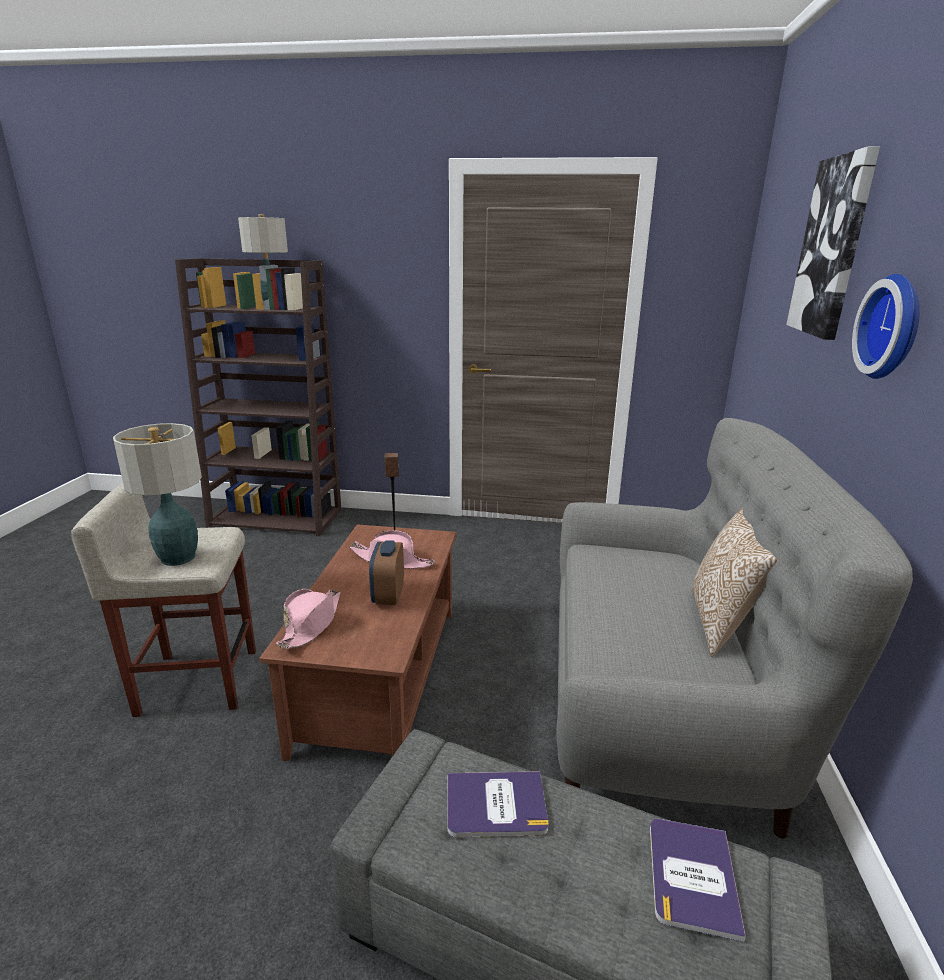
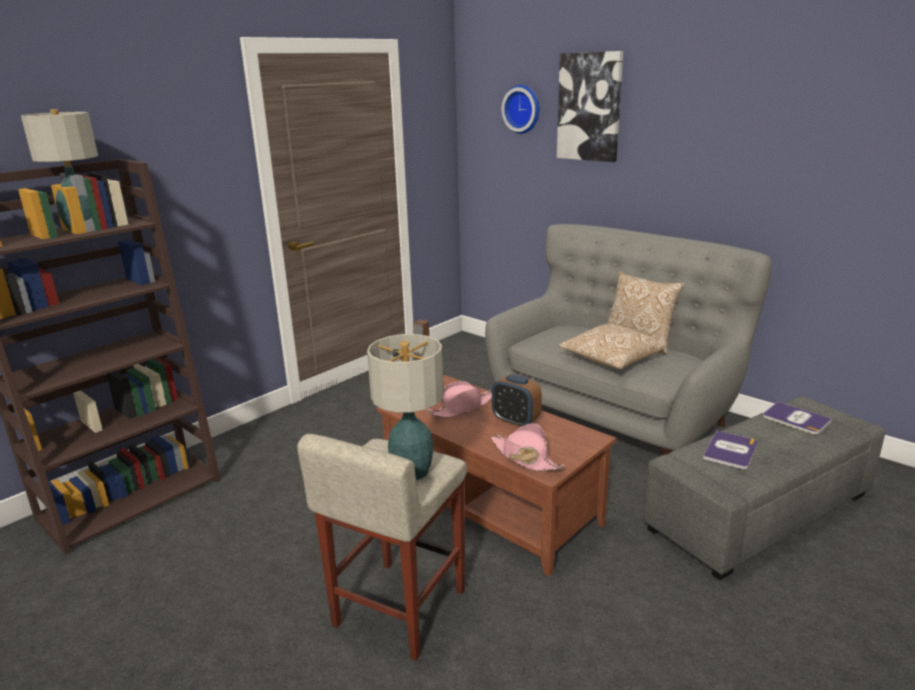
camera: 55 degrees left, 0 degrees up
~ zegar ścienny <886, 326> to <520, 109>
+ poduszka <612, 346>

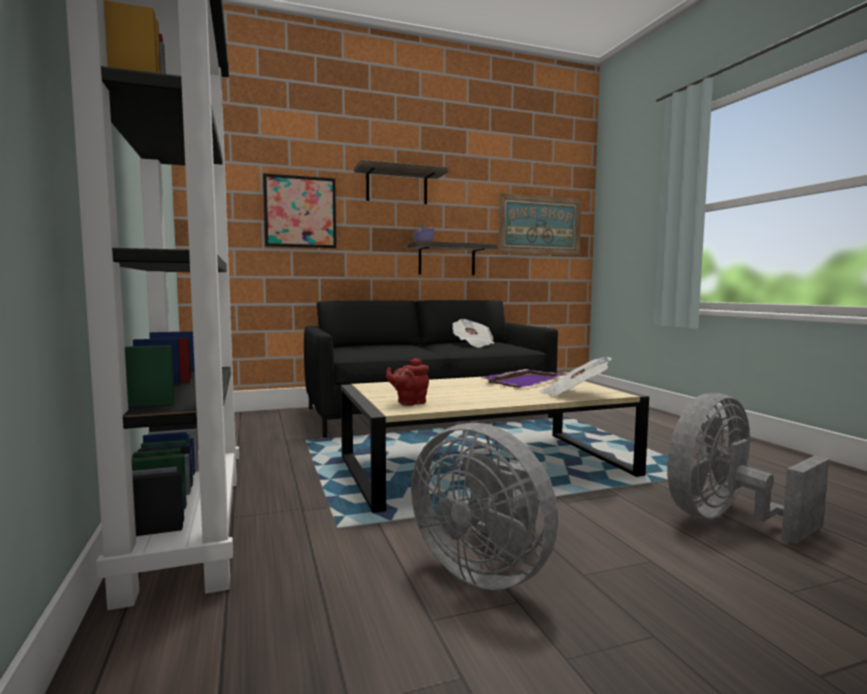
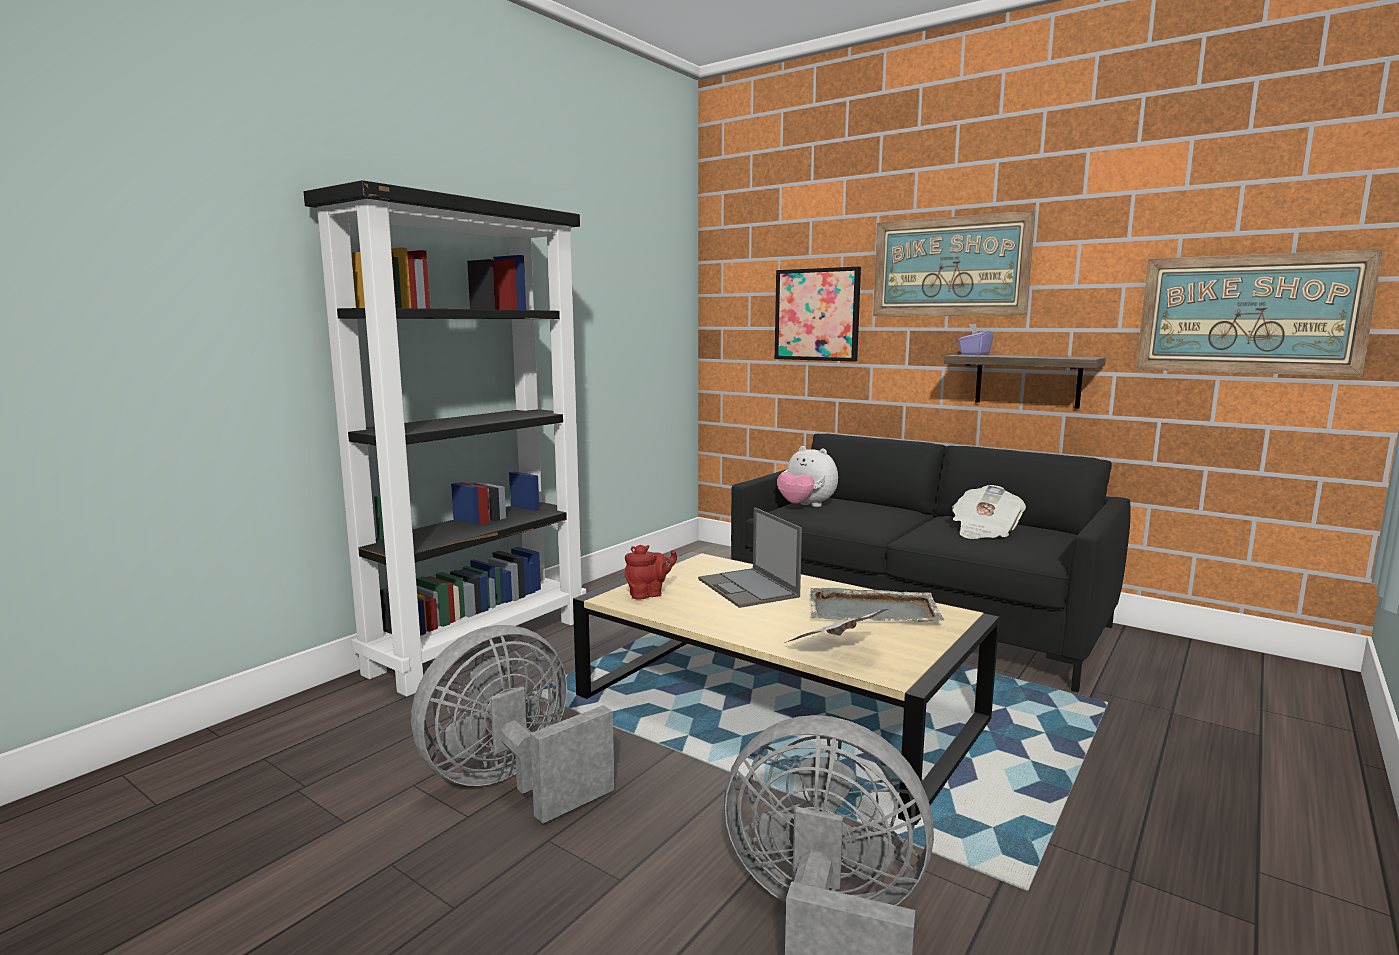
camera: 55 degrees right, 5 degrees up
~ półka <401, 182> to obraz <954, 263>
~ imbryk (czerwony) <407, 382> = <650, 572> 135 degrees clockwise
~ wentylator (szary) <484, 506> = <513, 724> 45 degrees clockwise
~ taca (fioletowy) <523, 378> to taca (szary) <877, 605>
+ laptop <750, 557>
+ pluszak <807, 476>

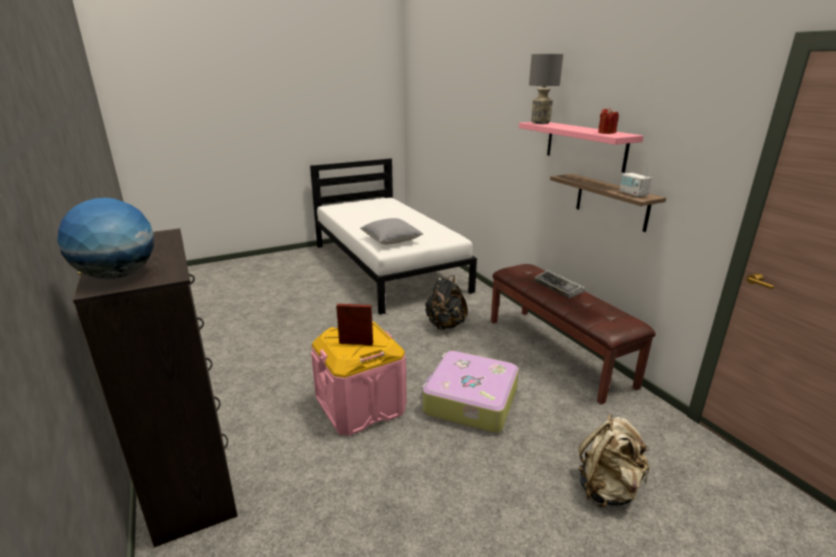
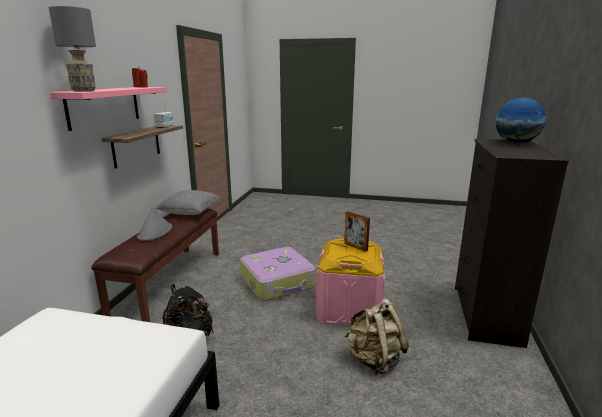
camera: 140 degrees left, 5 degrees down
~ poduszka (szary) <391, 231> to <188, 202>
~ klawiatura <559, 284> to kapelusz (szary) <154, 224>
~ plecak (beżowy) <613, 460> to <377, 337>

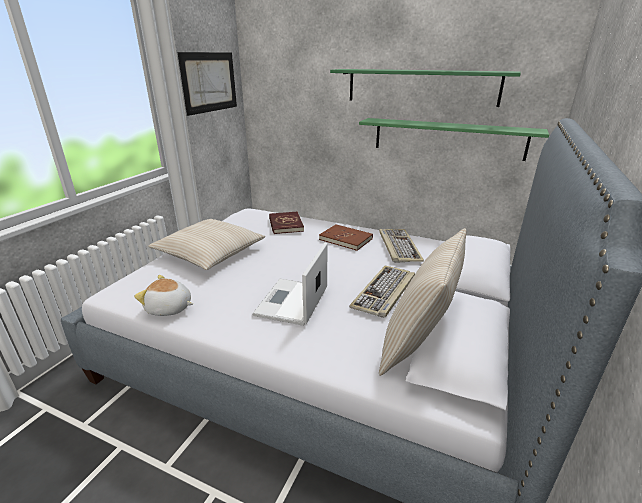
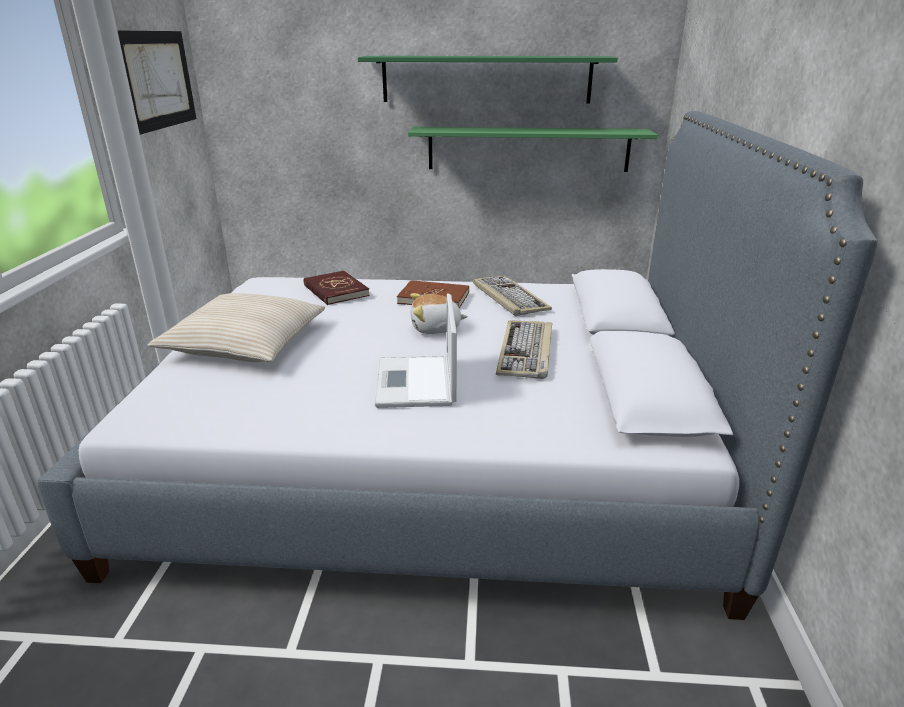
camera: 20 degrees left, 0 degrees up
~ pluszak <163, 295> to <439, 313>
- poduszka (beżowy) <423, 302>

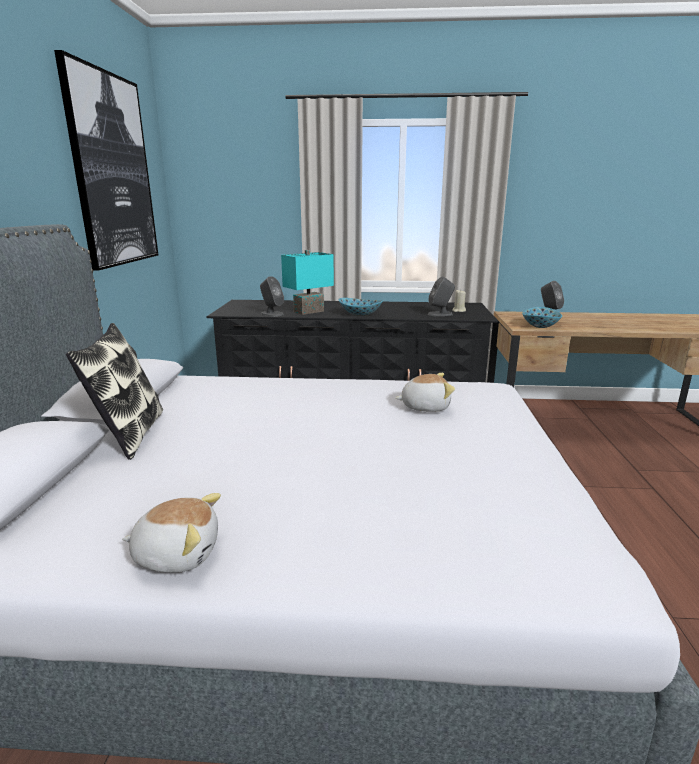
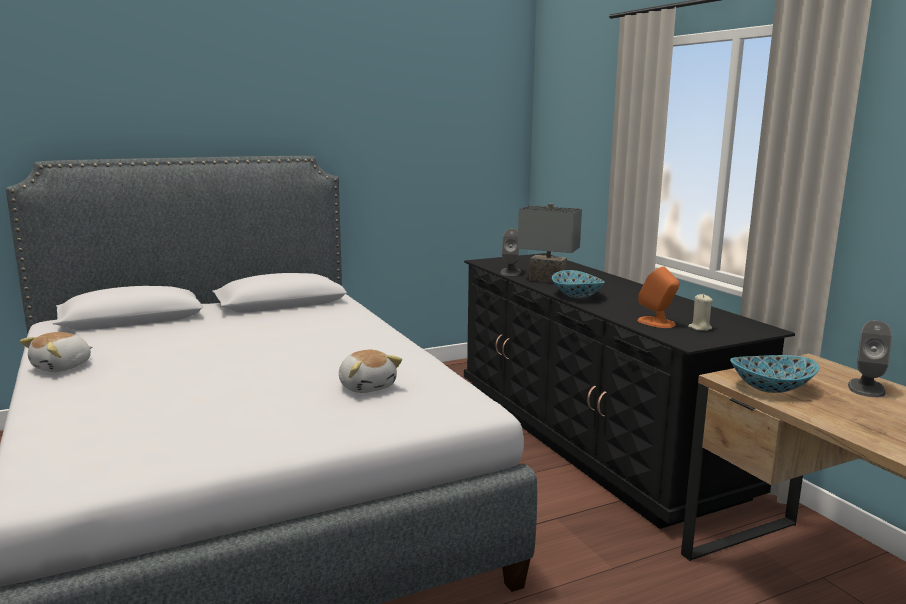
camera: 60 degrees right, 5 degrees down
- obraz <106, 160>
- poduszka <114, 391>
~ pluszak <171, 533> = <56, 352> 60 degrees clockwise
~ lampa stołowa (turkusowy) <307, 282> to lampa stołowa (szary) <549, 243>
~ głośnik (szary) <441, 296> to głośnik (pomarańczowy) <658, 297>

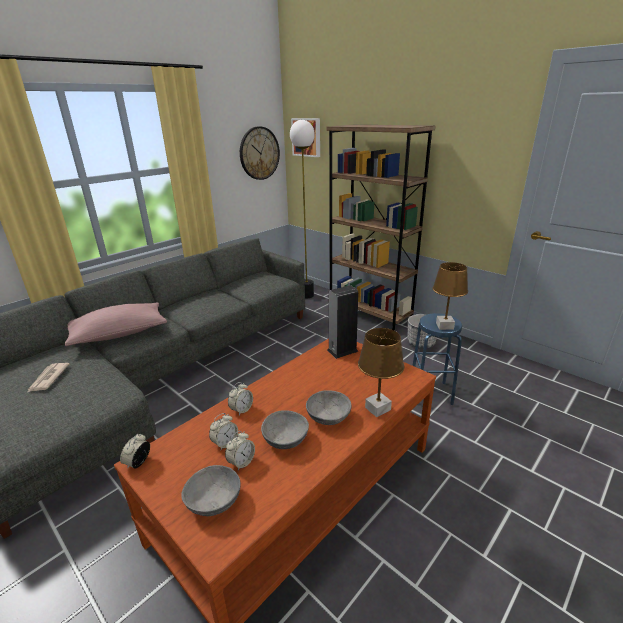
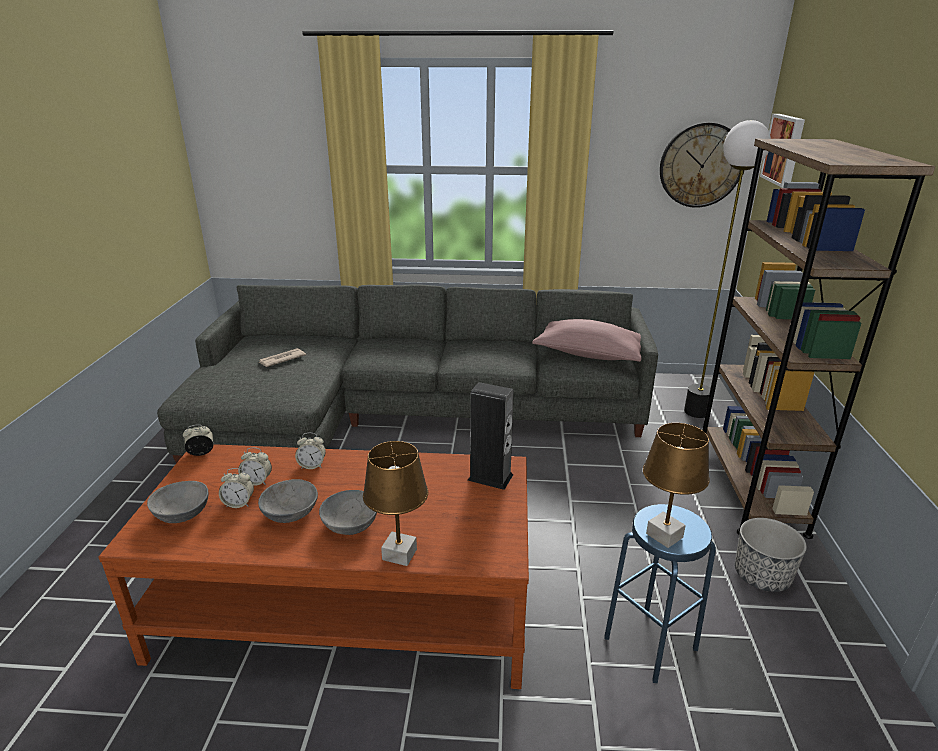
camera: 50 degrees right, 0 degrees up
~ poduszka (różowy) <116, 324> to <586, 340>

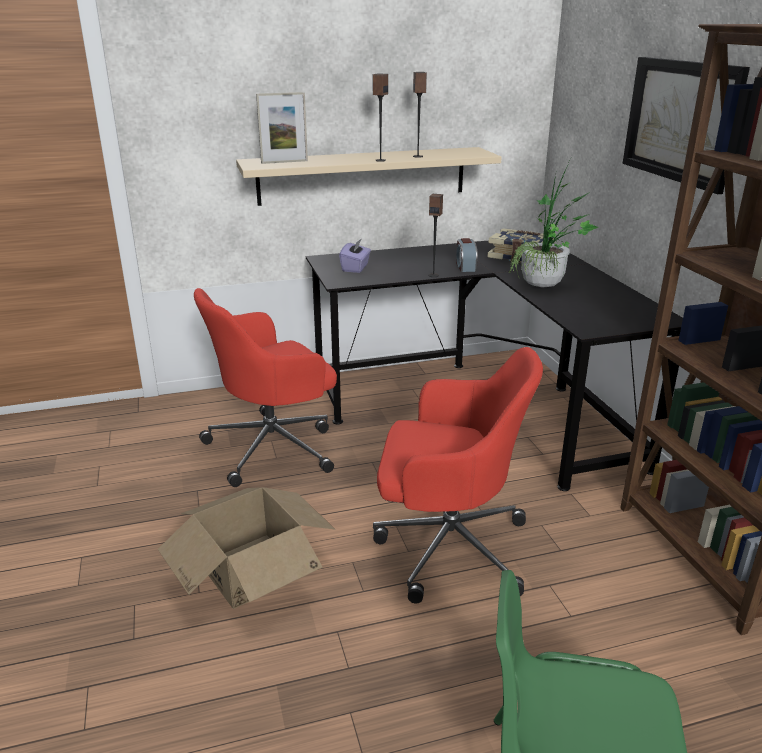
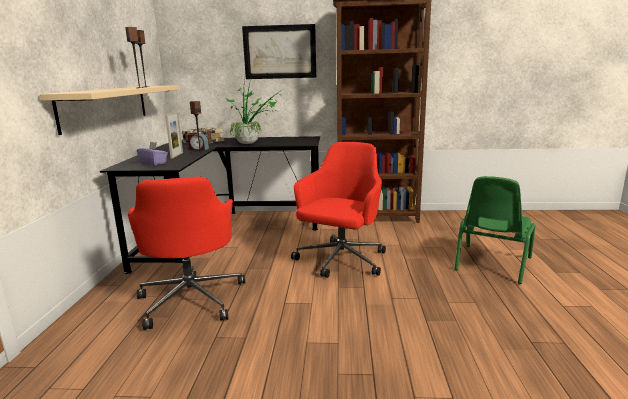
camera: 70 degrees left, 10 degrees down
- karton <246, 548>
~ ramka na zdjęcie <282, 128> to <174, 135>

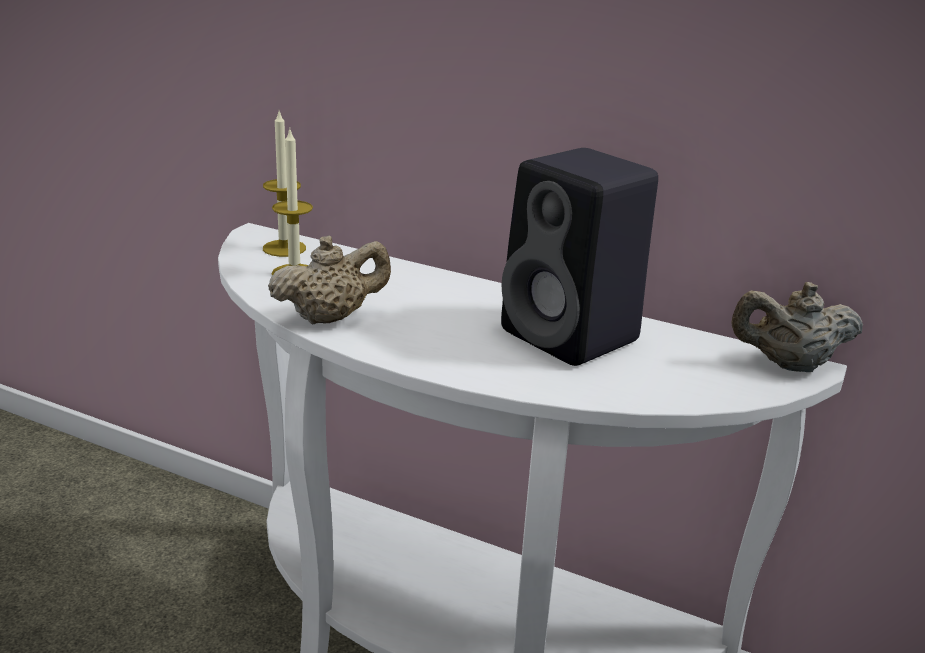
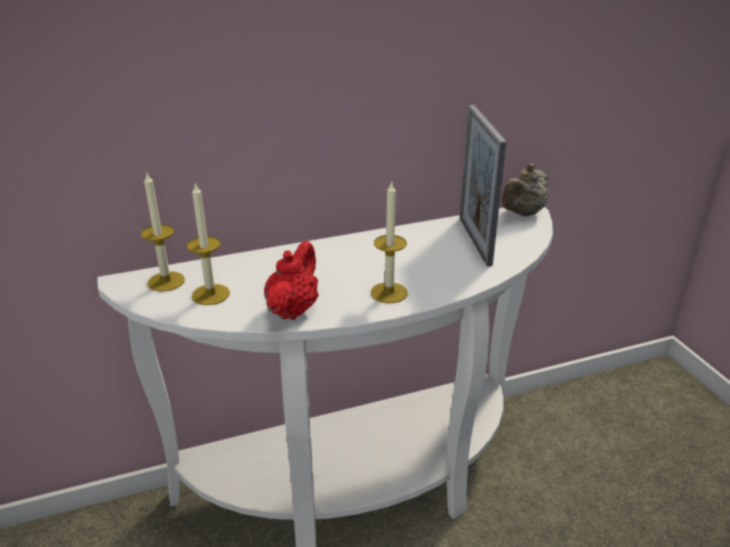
camera: 45 degrees left, 5 degrees up
~ imbryk (beżowy) <329, 279> to imbryk (czerwony) <291, 280>
- głośnik (czarny) <579, 257>
+ świeca <389, 242>
+ ramka na zdjęcie <483, 185>

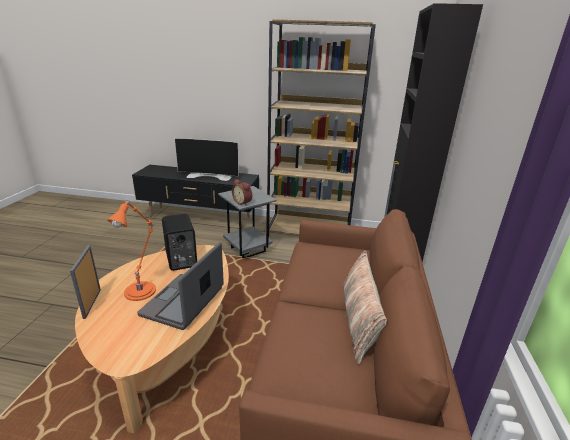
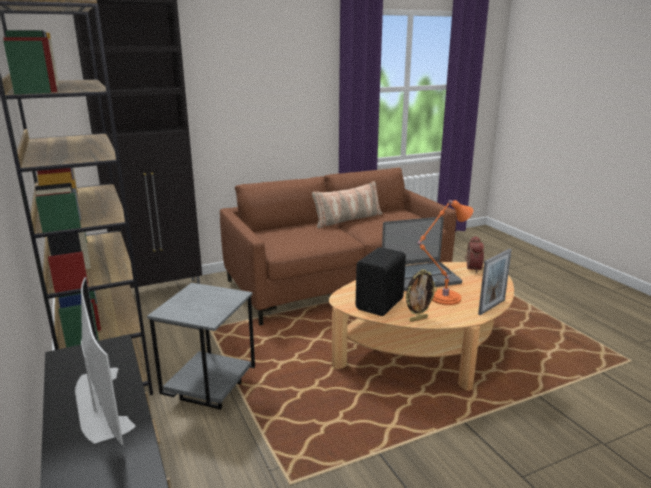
camera: 125 degrees left, 5 degrees down
~ budzik <242, 192> to <474, 254>
+ ramka na zdjęcie <421, 295>

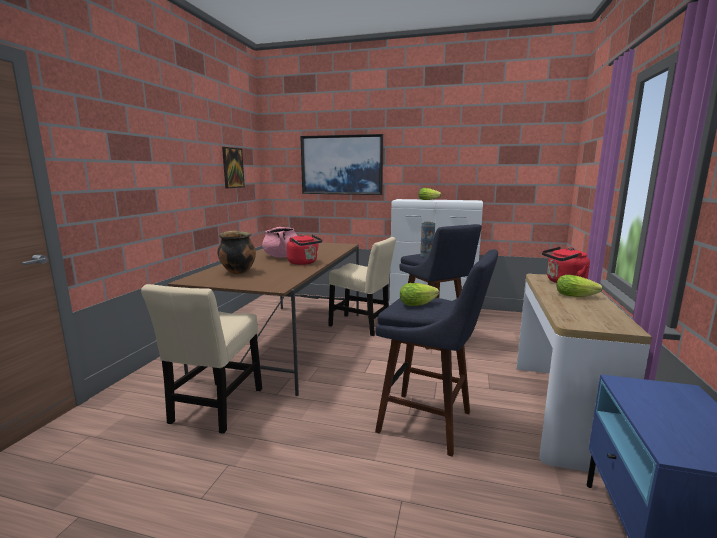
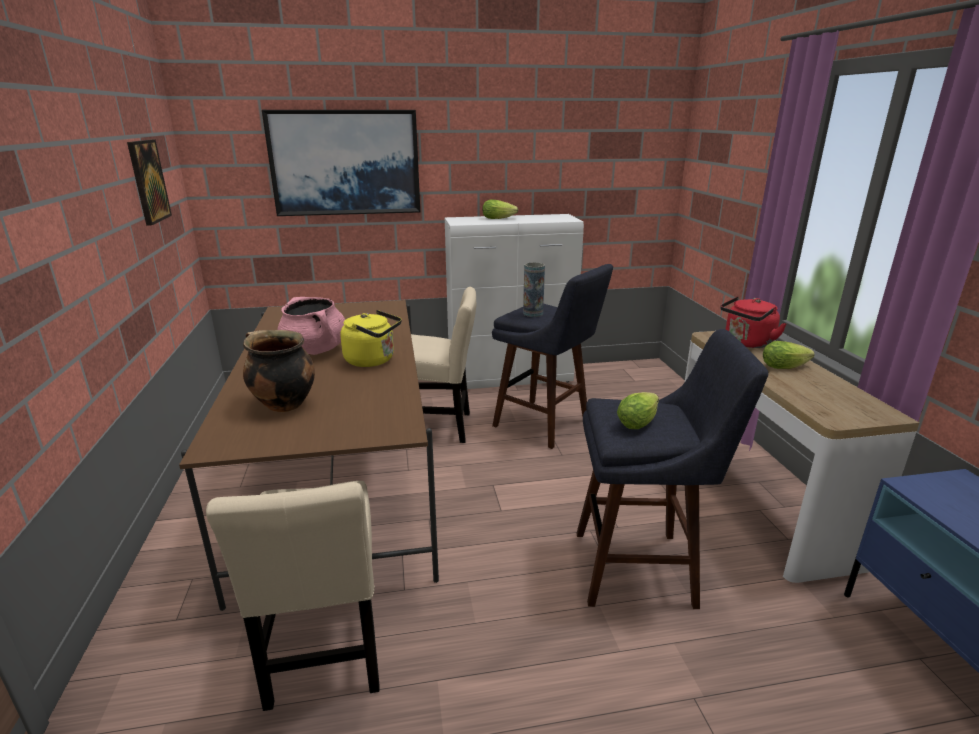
camera: 25 degrees left, 10 degrees up
~ czajnik (czerwony) <304, 249> to czajnik (żółty) <371, 338>

